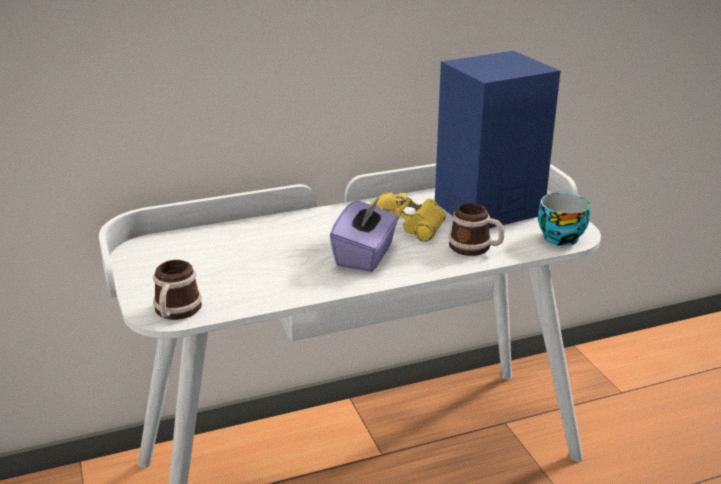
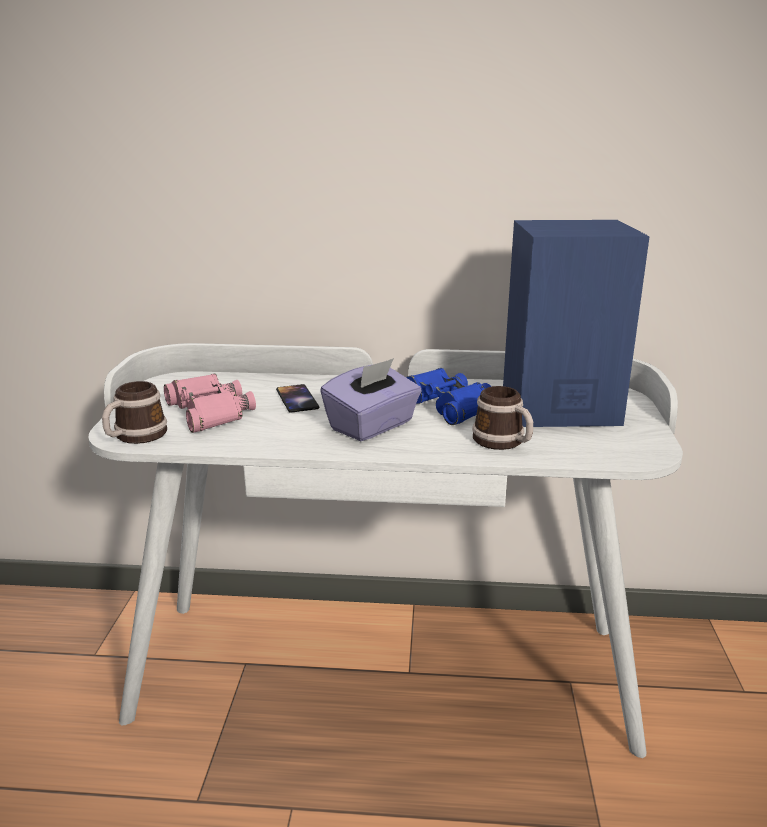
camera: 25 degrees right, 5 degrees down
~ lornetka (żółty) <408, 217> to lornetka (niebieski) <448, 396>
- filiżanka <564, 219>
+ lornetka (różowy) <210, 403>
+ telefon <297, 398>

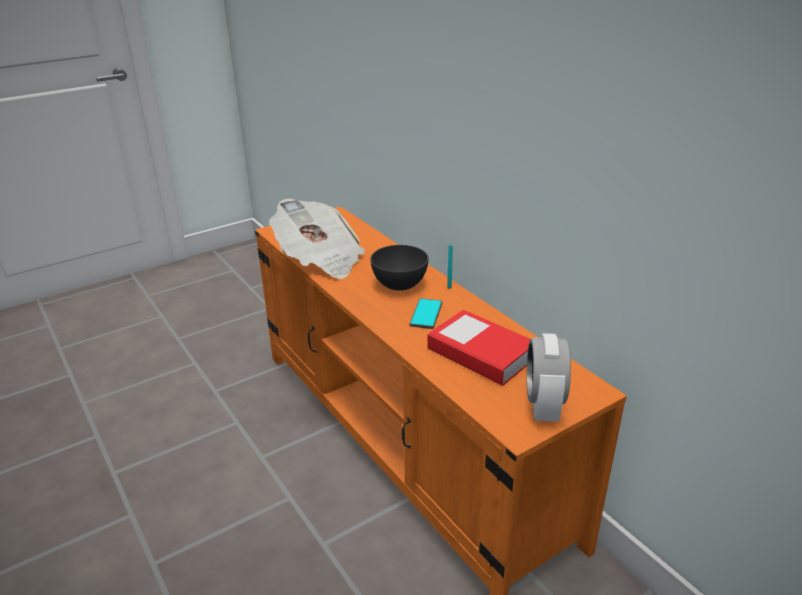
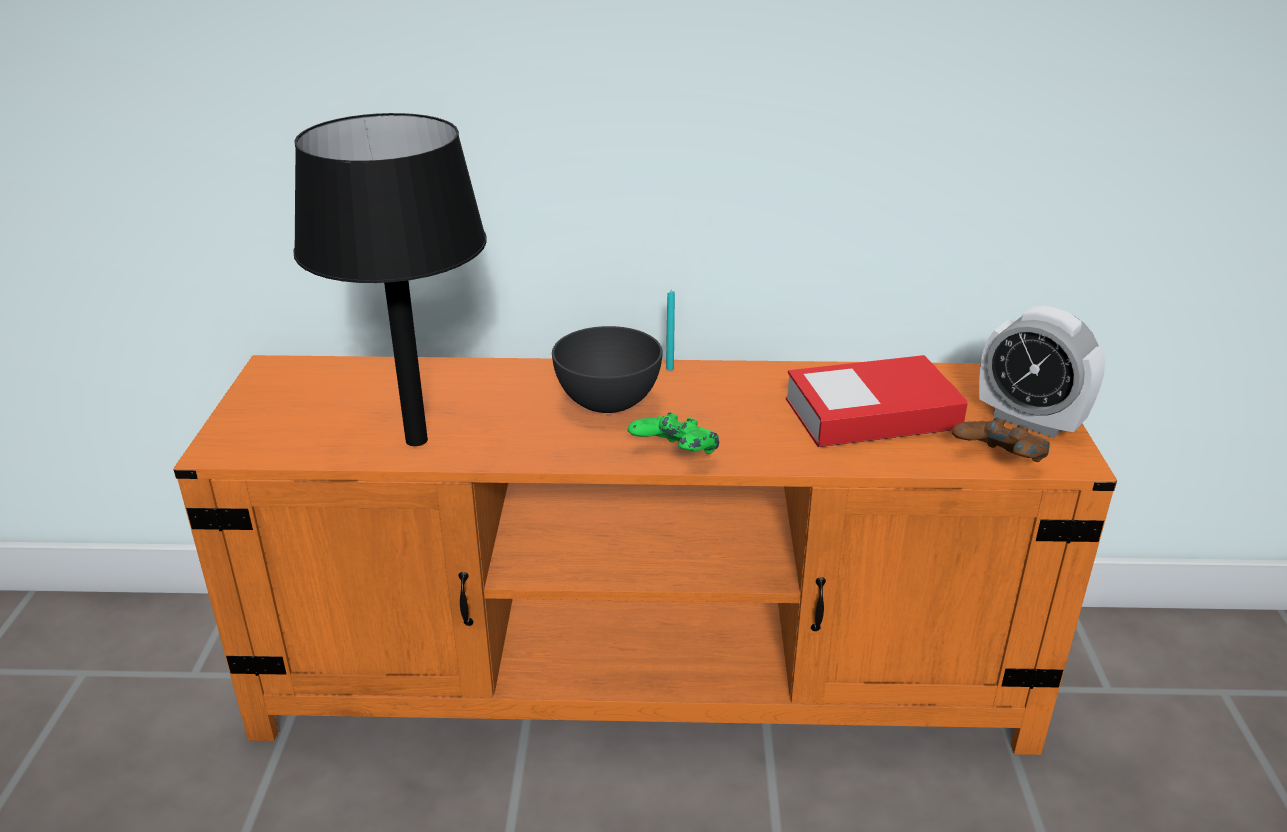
camera: 55 degrees left, 0 degrees up
~ gazeta <317, 238> to lampa stołowa (czarny) <390, 279>
- telefon <426, 313>
+ pad do gier (zielony) <673, 433>
+ pad do gier (brązowy) <1001, 439>

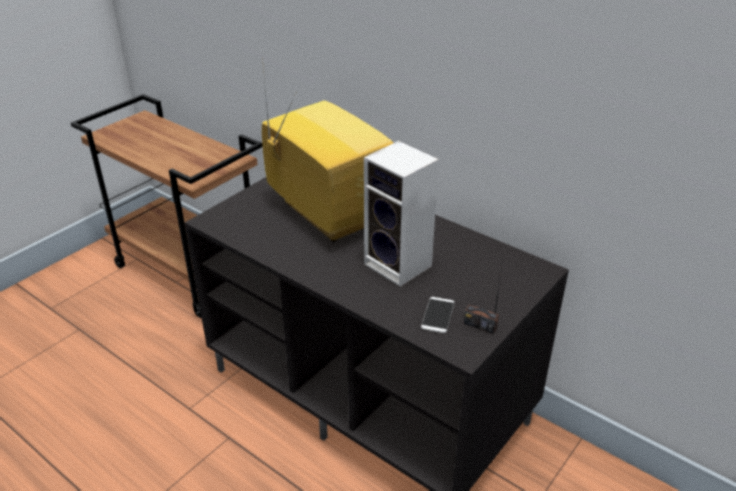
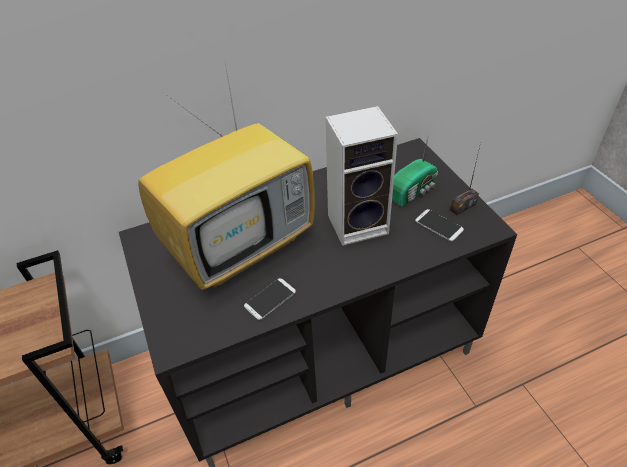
camera: 60 degrees left, 10 degrees up
~ telewizor <328, 150> = <226, 171> 150 degrees clockwise
+ telefon <270, 299>
+ radio <415, 170>

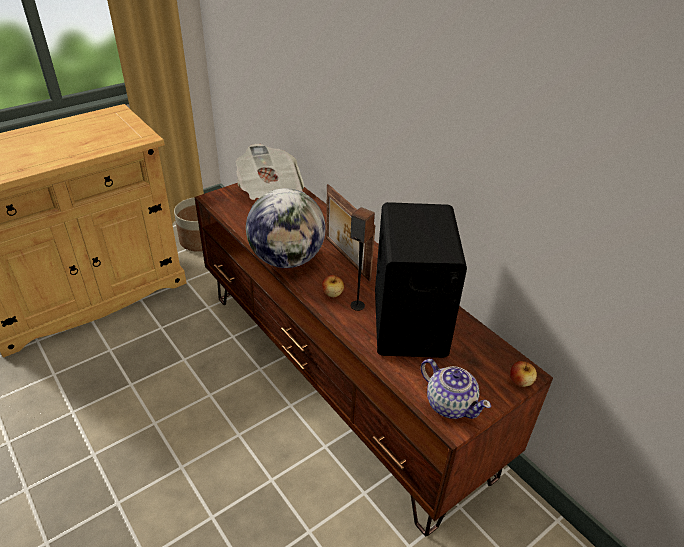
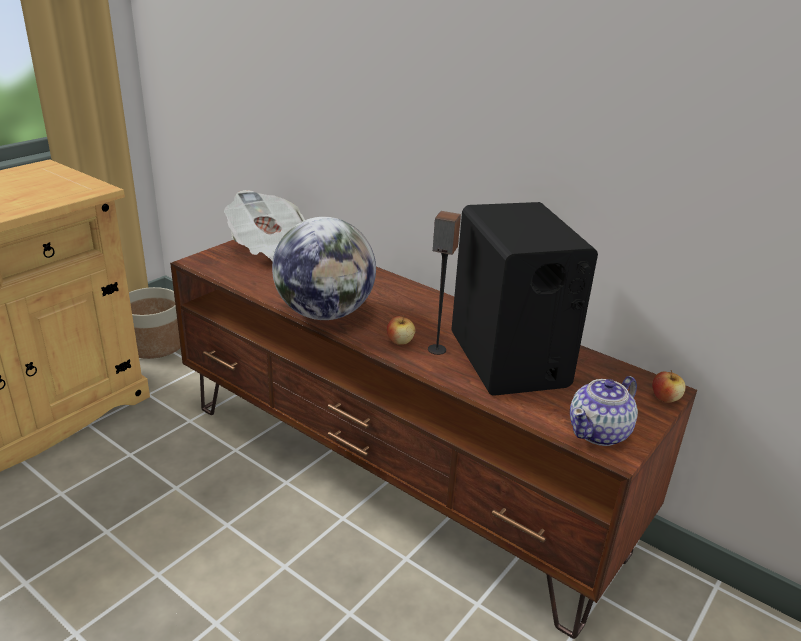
camera: 15 degrees left, 10 degrees down
- ramka na zdjęcie <350, 233>
~ imbryk <456, 389> = <604, 411> 105 degrees clockwise

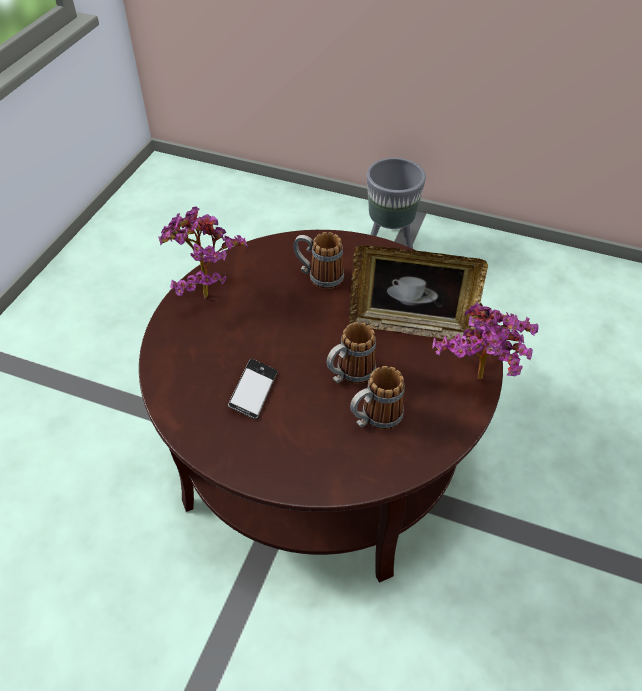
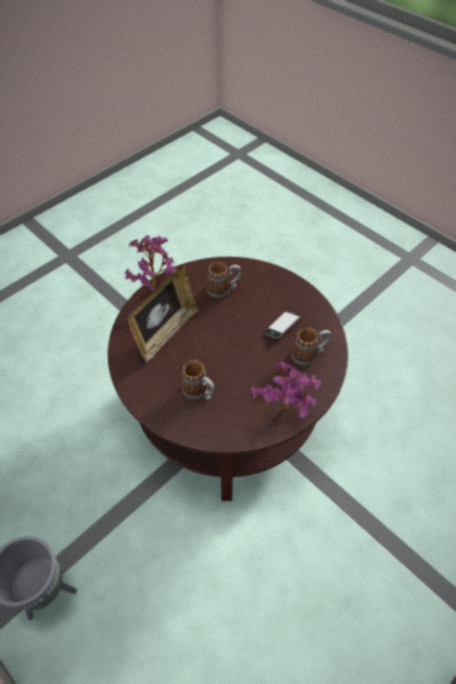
camera: 155 degrees left, 5 degrees up
~ kubek <351, 353> to <311, 346>
~ ramka na zdjęcie <418, 294> = <163, 314> 90 degrees clockwise

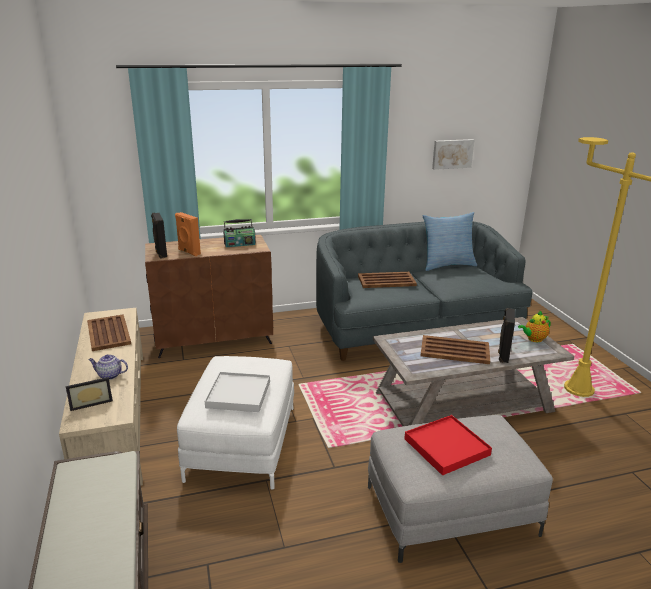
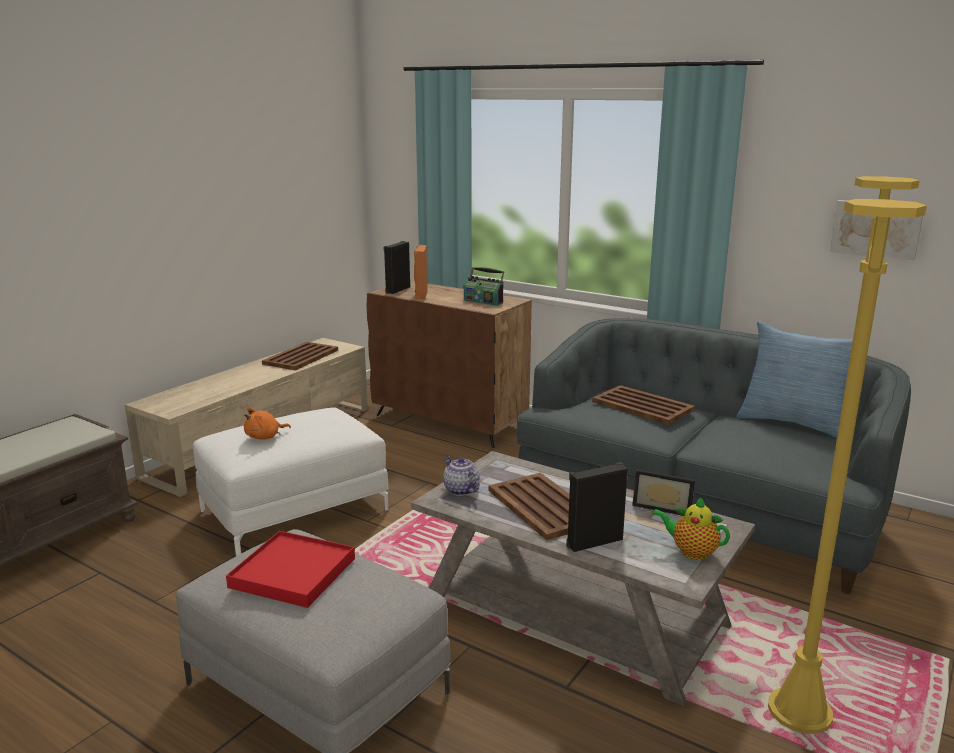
camera: 50 degrees right, 5 degrees down
~ ramka na zdjęcie <89, 394> to <663, 492>
~ imbryk <108, 367> to <461, 476>
~ taca (biały) <237, 392> to pluszak (pomarańczowy) <267, 423>

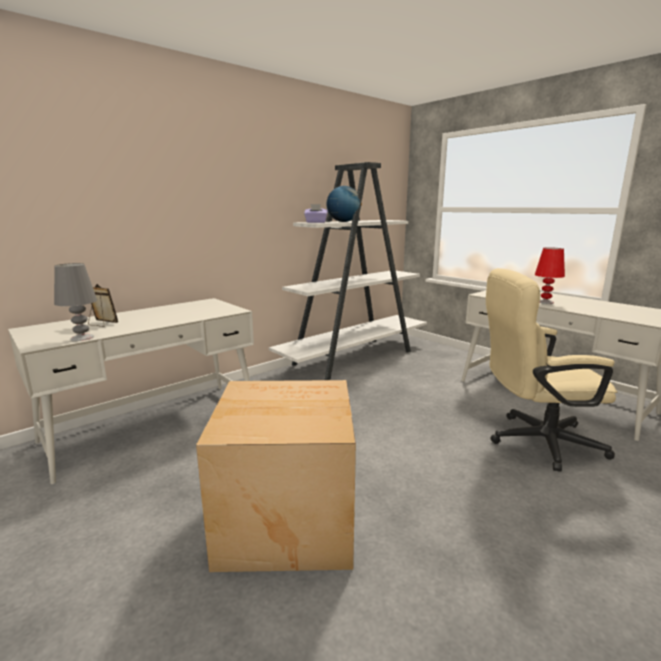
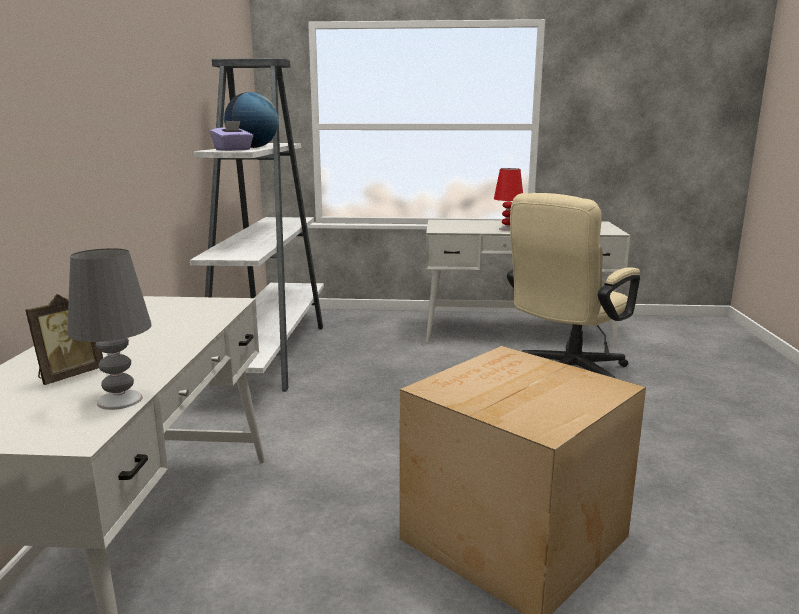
camera: 45 degrees left, 0 degrees up
~ ramka na zdjęcie <103, 305> = <64, 339> 150 degrees clockwise

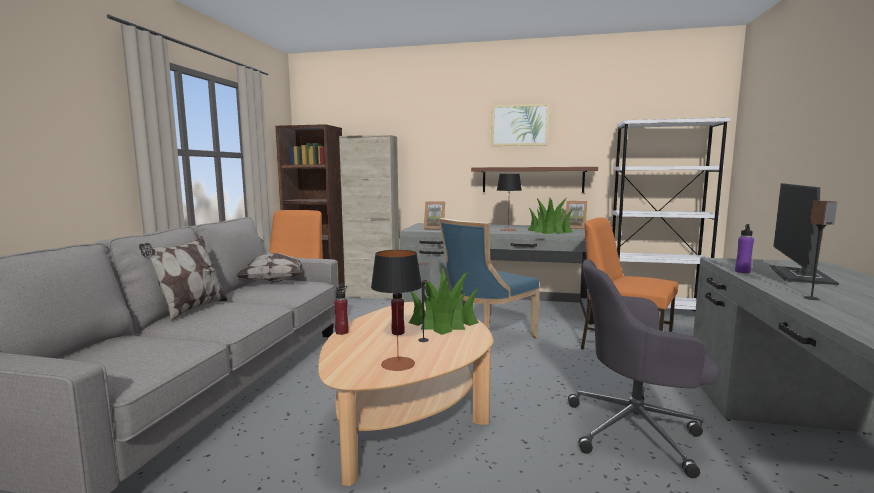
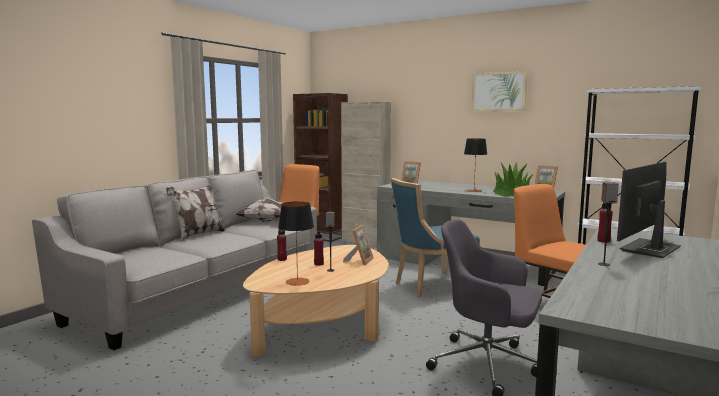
camera: 20 degrees right, 0 degrees up
~ roślina doniczkowa <444, 301> to ramka na zdjęcie <358, 245>
- półka (brązowy) <534, 180>
~ butelka (fioletowy) <744, 248> to butelka (czerwony) <605, 222>

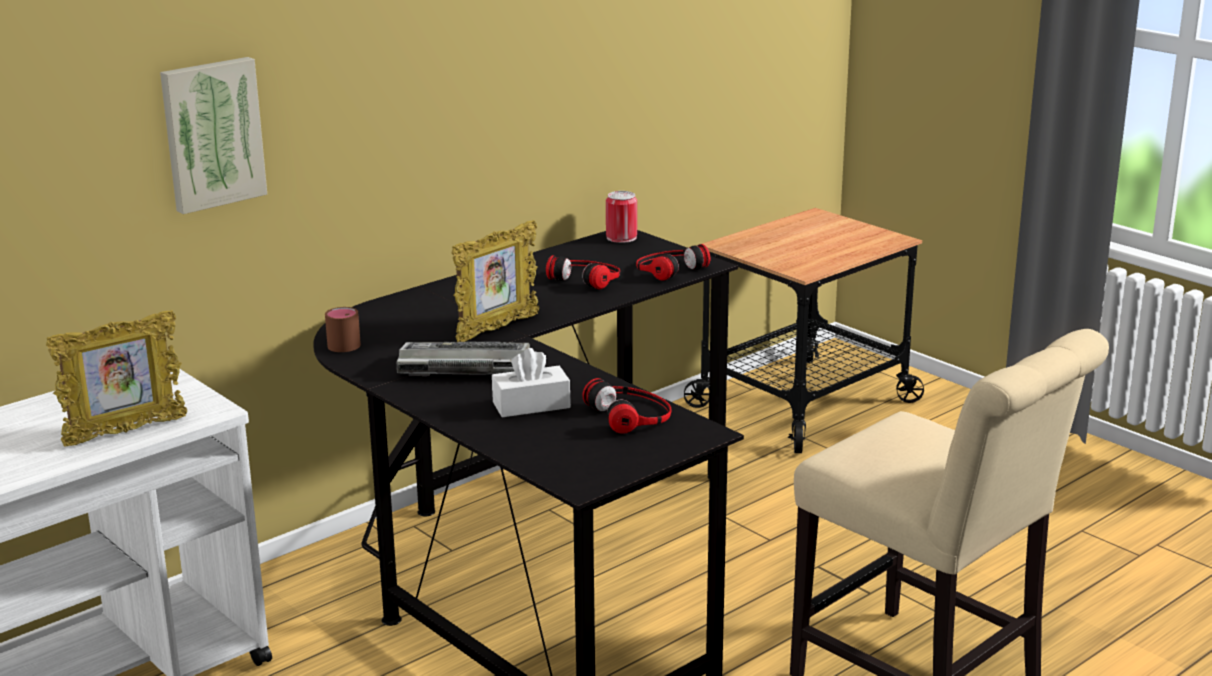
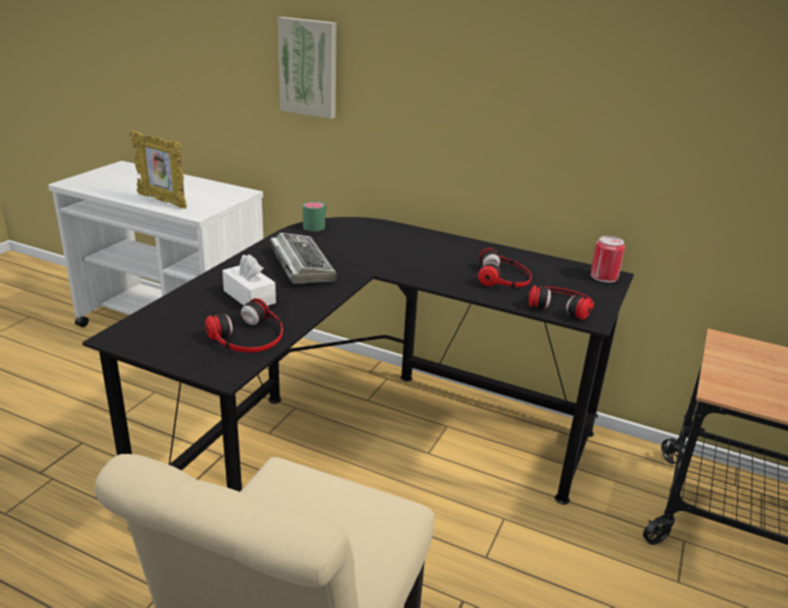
camera: 65 degrees right, 5 degrees up
~ kubek (brązowy) <343, 329> to kubek (zielony) <314, 216>
- ramka na zdjęcie <495, 281>

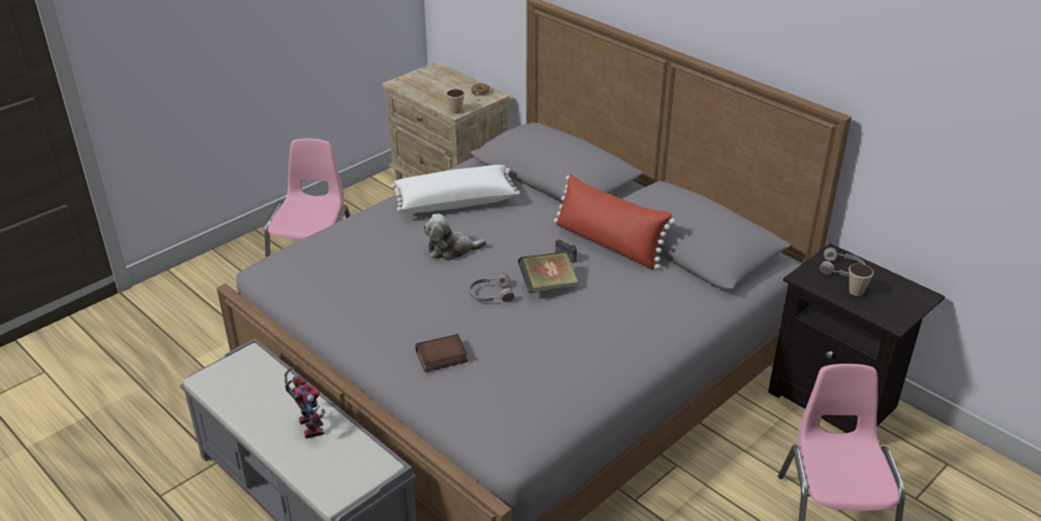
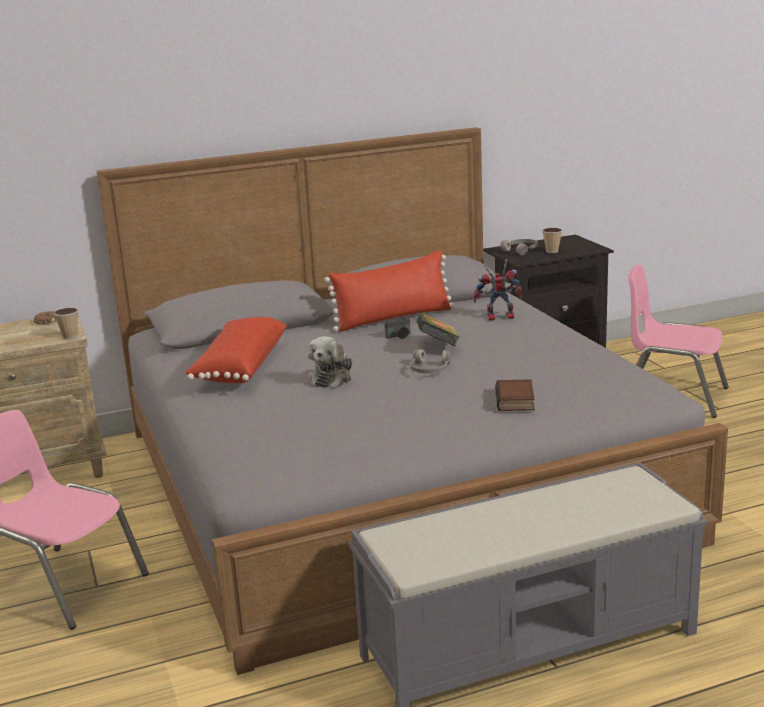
camera: 65 degrees left, 15 degrees down
~ robot zabawkowy <304, 403> to <497, 289>
~ poduszka (biały) <455, 189> to poduszka (czerwony) <236, 350>

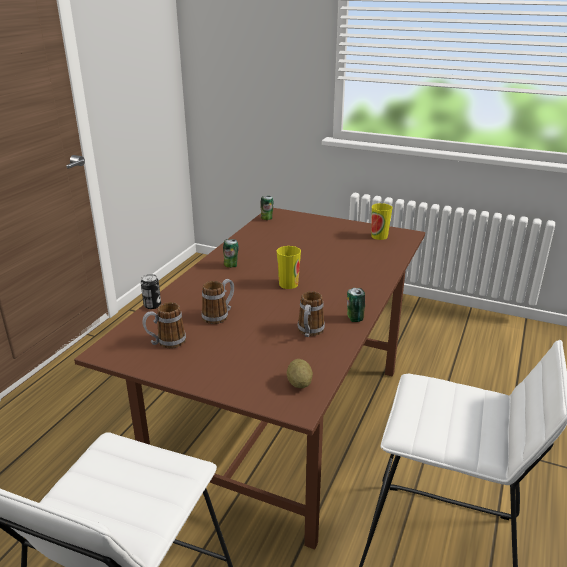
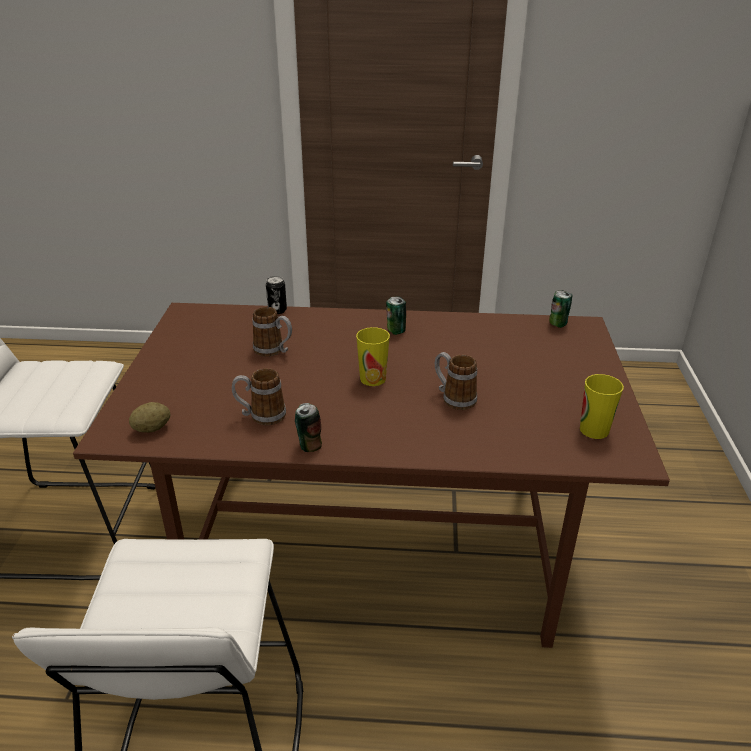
camera: 70 degrees right, 5 degrees up
~ kubek <164, 325> to <456, 381>

